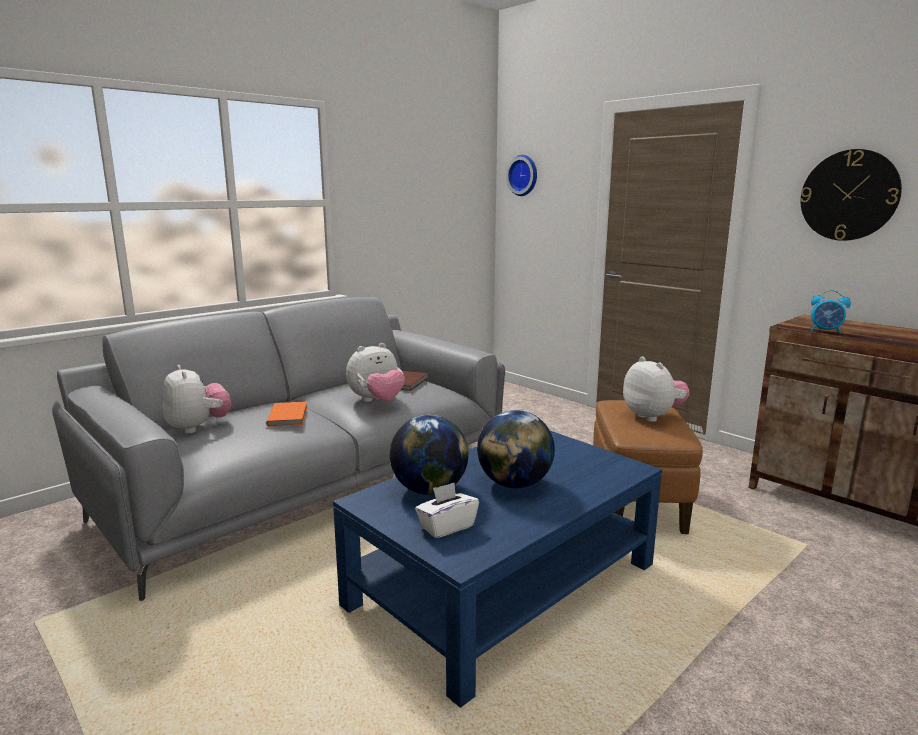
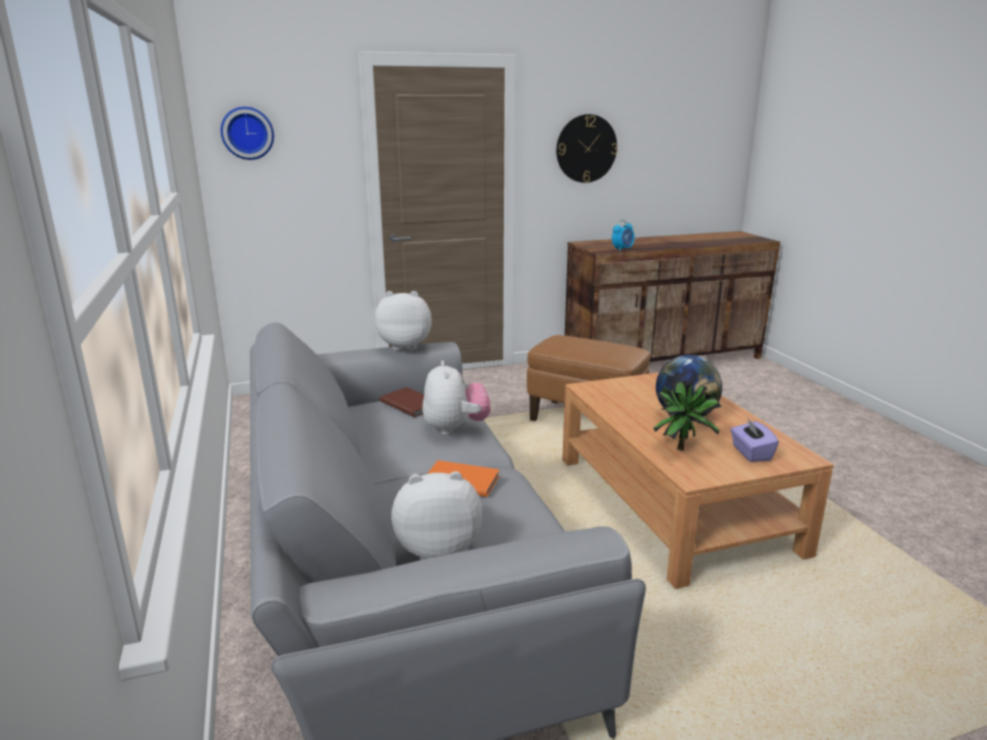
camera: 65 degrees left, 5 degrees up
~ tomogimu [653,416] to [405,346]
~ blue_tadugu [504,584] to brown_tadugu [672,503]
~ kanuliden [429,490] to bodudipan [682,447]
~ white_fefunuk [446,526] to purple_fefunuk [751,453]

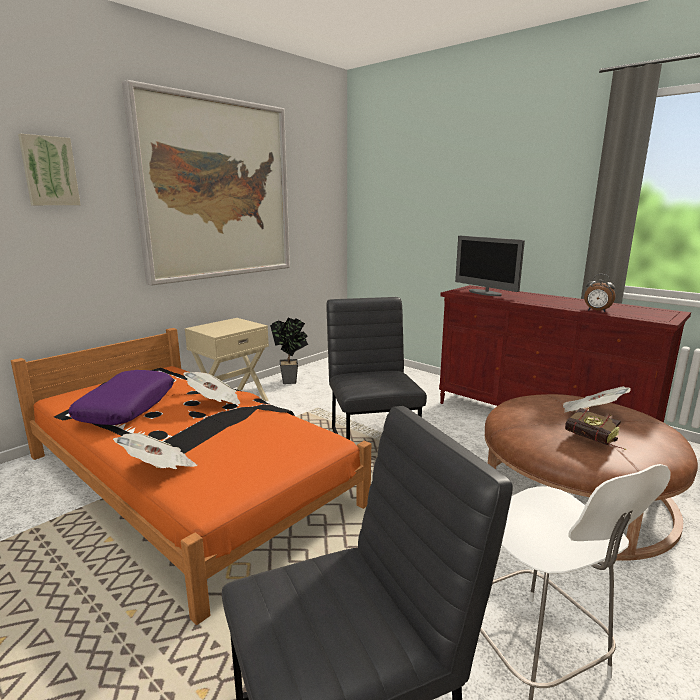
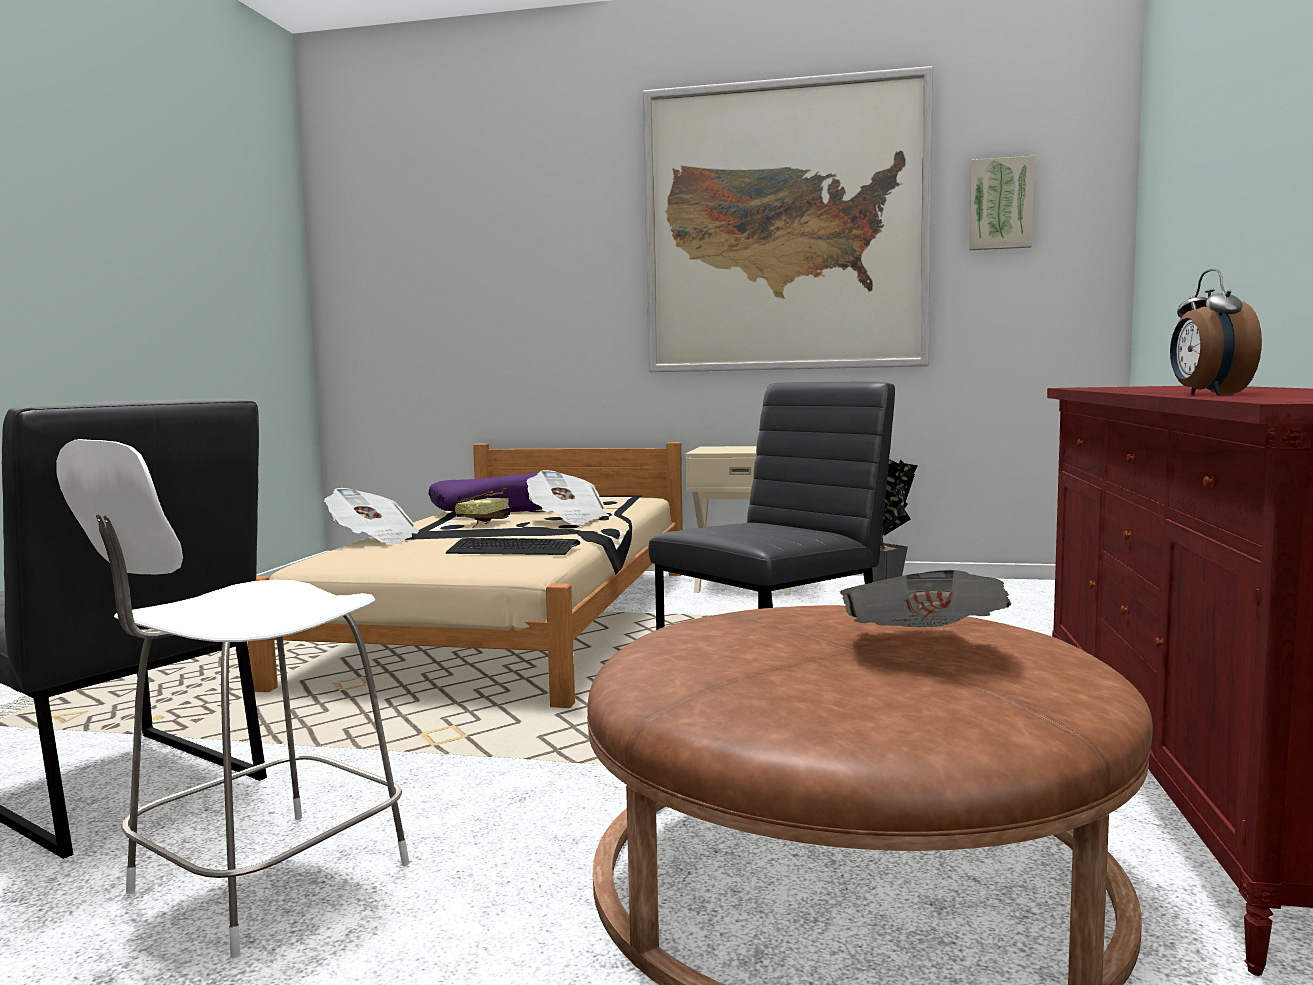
camera: 60 degrees right, 10 degrees down
~ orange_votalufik [186,478] to beige_votalufik [514,620]
+ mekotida [513,550]
~ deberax [595,442] to [480,523]
~ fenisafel [49,171] to [1000,204]
- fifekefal [485,293]

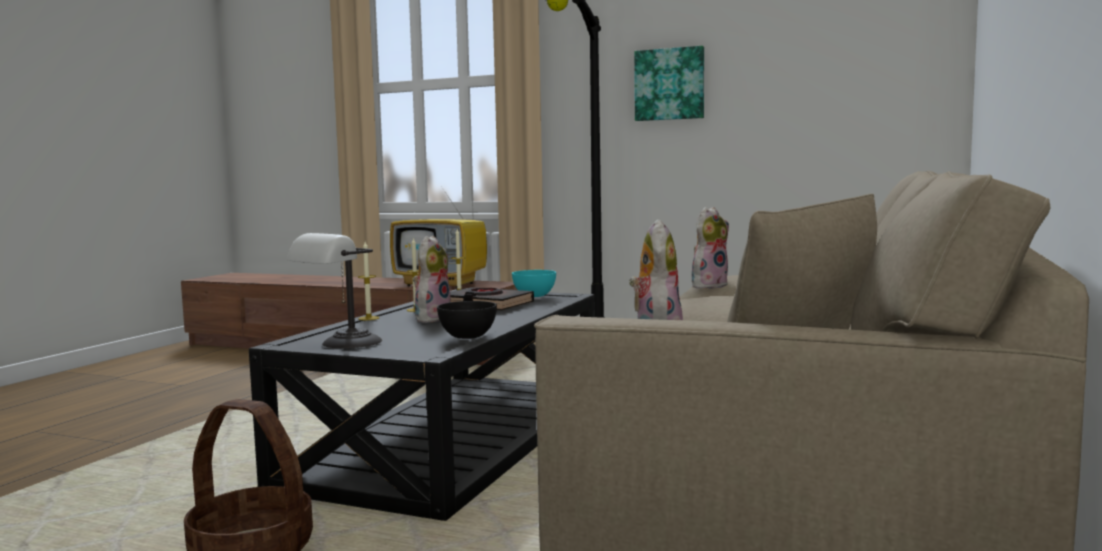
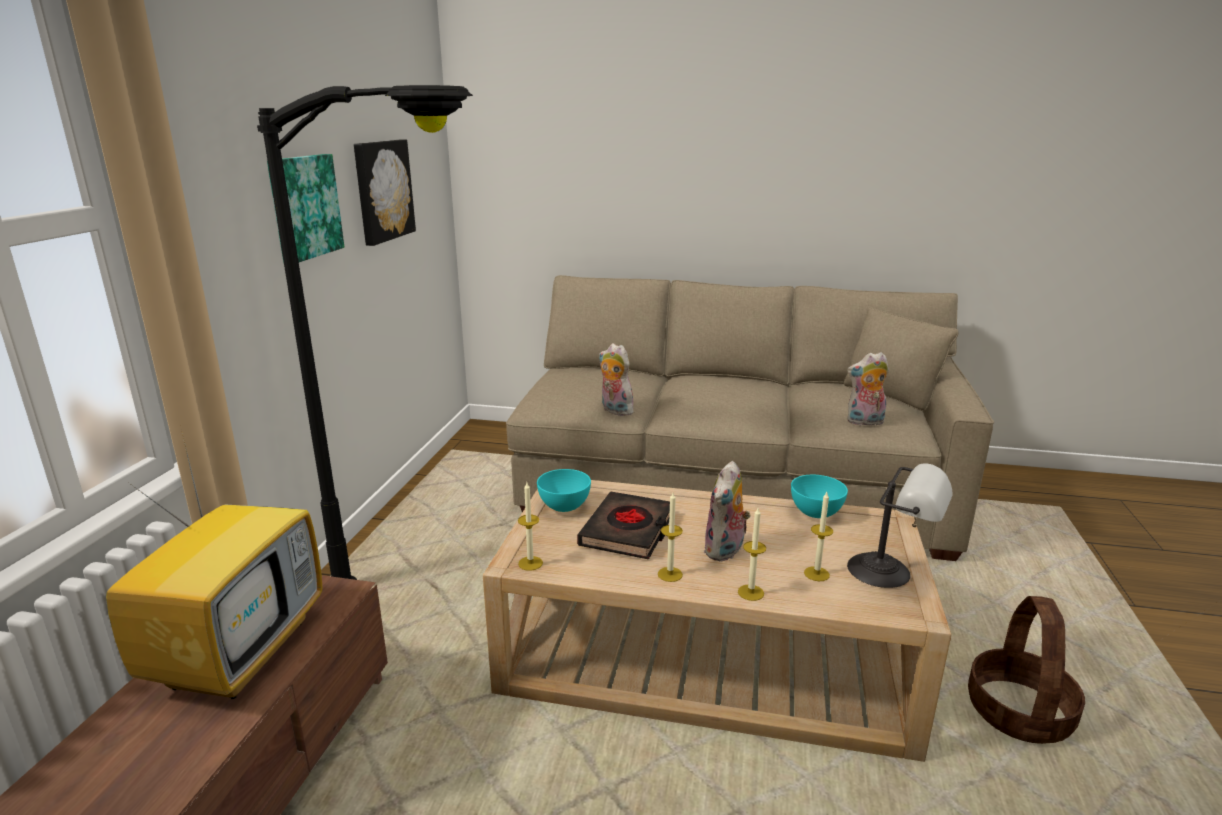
camera: 100 degrees left, 15 degrees up
+ fenisafel [382,190]
~ black_tadugu [456,439] to beige_tadugu [706,653]
~ tomogimu [432,319] = [725,551] 75 degrees counterclockwise
~ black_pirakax [468,336] to turquoise_pirakax [815,512]
+ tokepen [816,574]

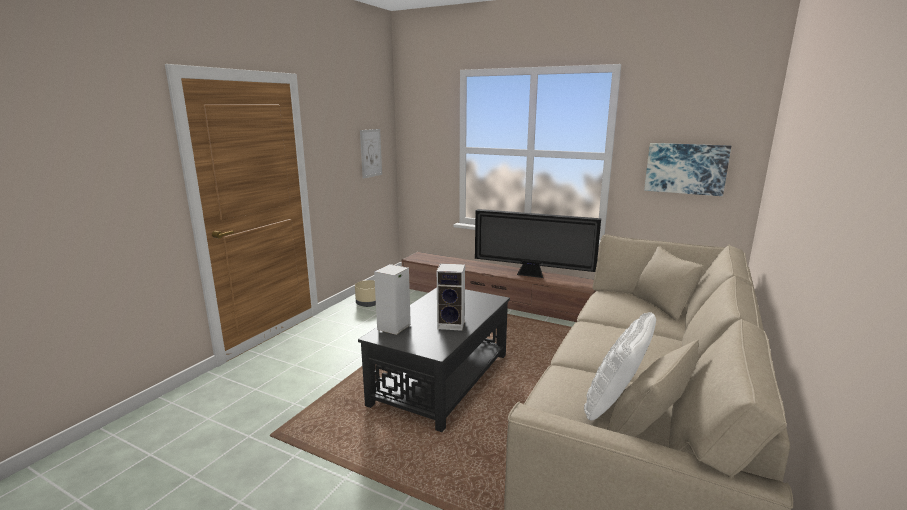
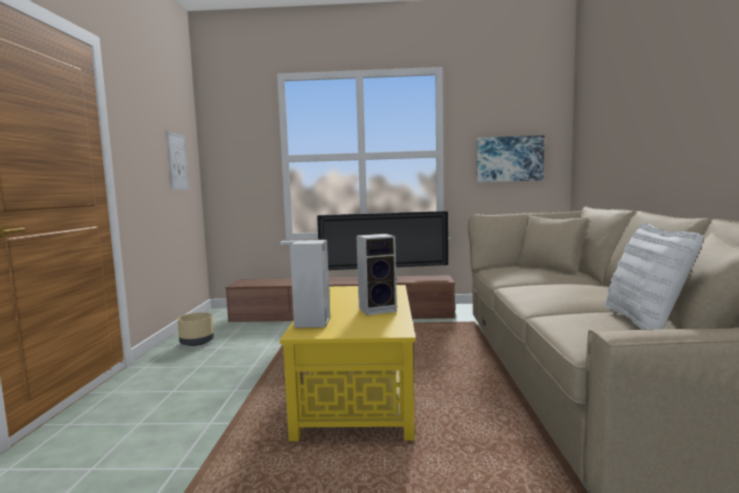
camera: 25 degrees left, 10 degrees down
~ black_tadugu [441,379] to yellow_tadugu [357,391]

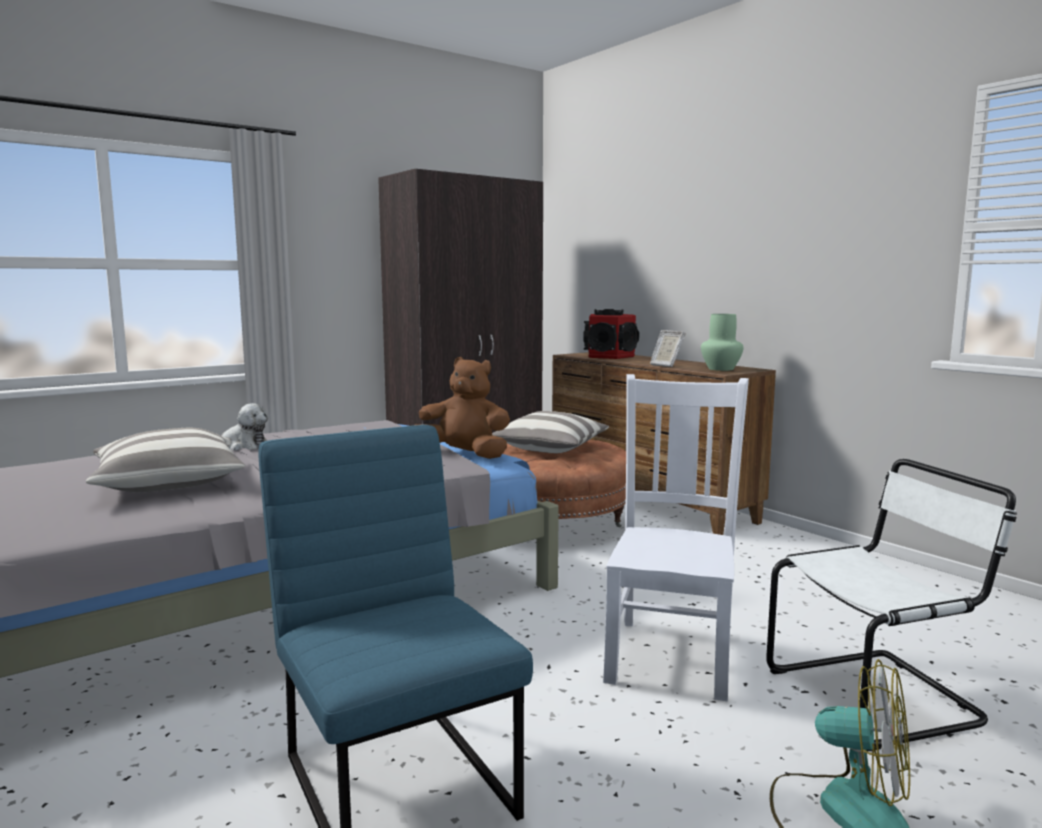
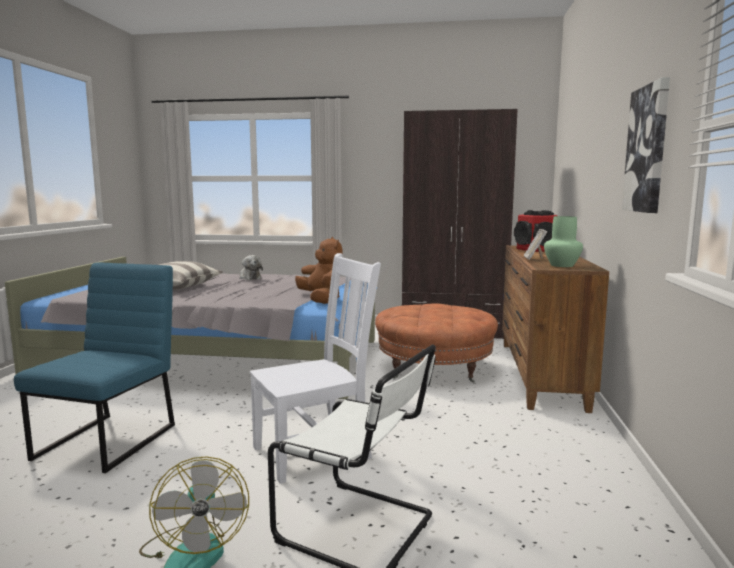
camera: 45 degrees right, 0 degrees up
+ fenisafel [648,149]
- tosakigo [550,448]

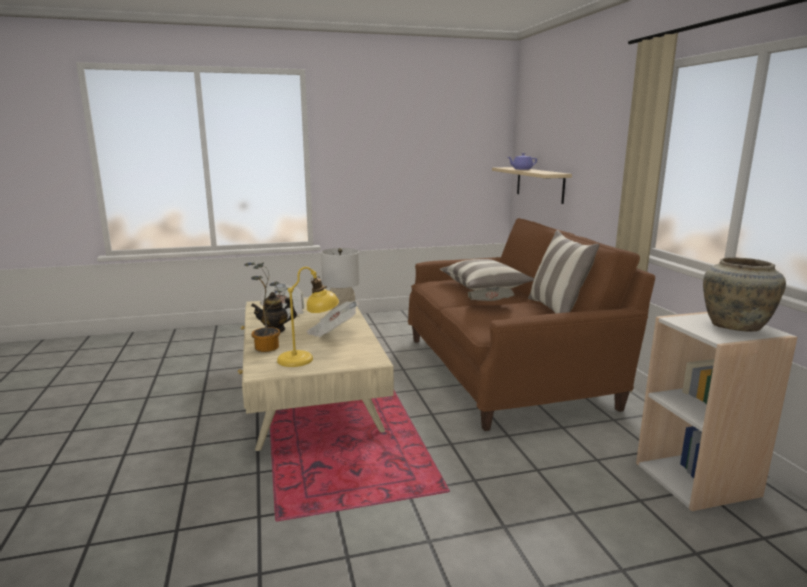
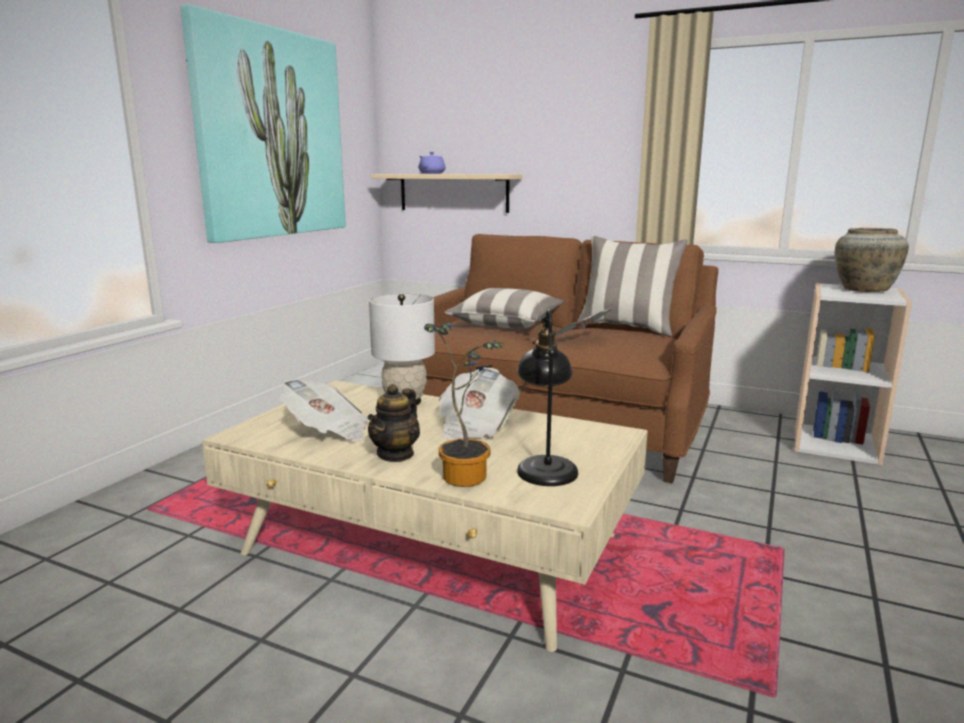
camera: 50 degrees left, 0 degrees up
+ fenisafel [271,134]
~ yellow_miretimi [308,355] to black_miretimi [544,460]

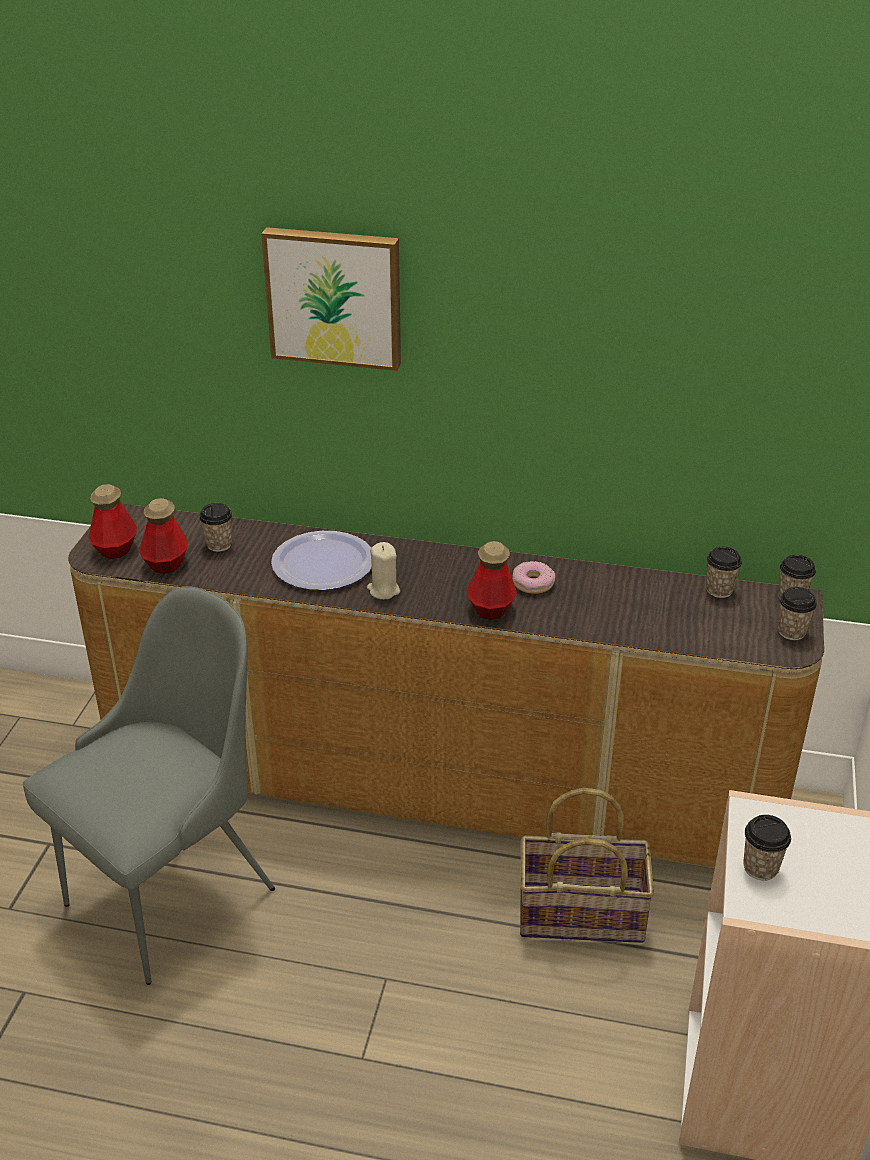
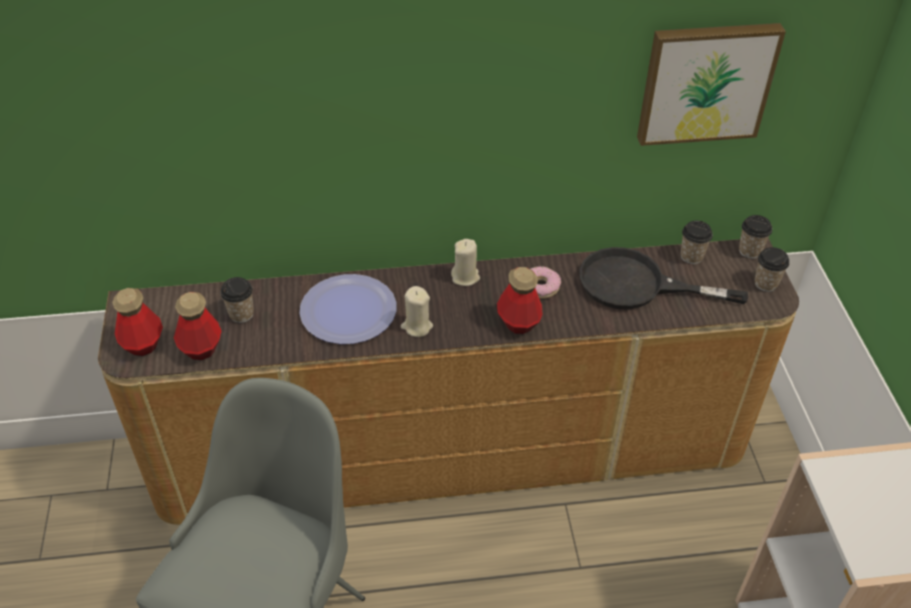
camera: 20 degrees left, 10 degrees up
+ beige_tokepen [465,277]
+ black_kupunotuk [637,285]
~ fenisafel [335,296] to [705,82]
- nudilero [581,912]
- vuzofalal [760,867]

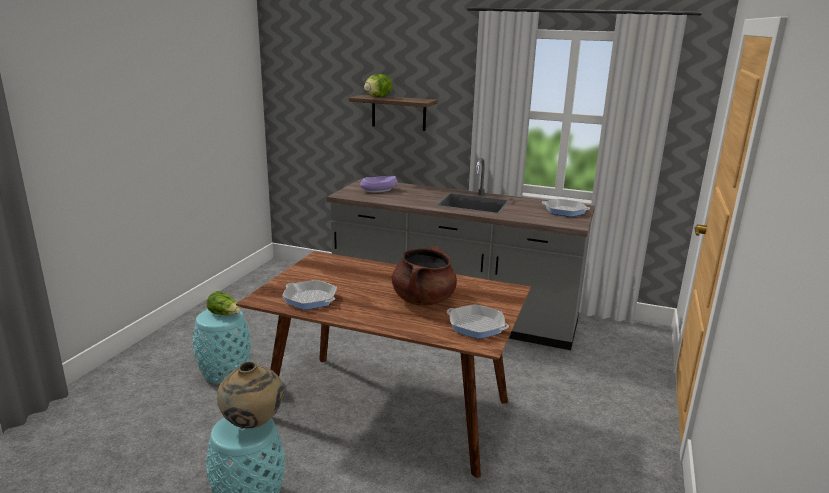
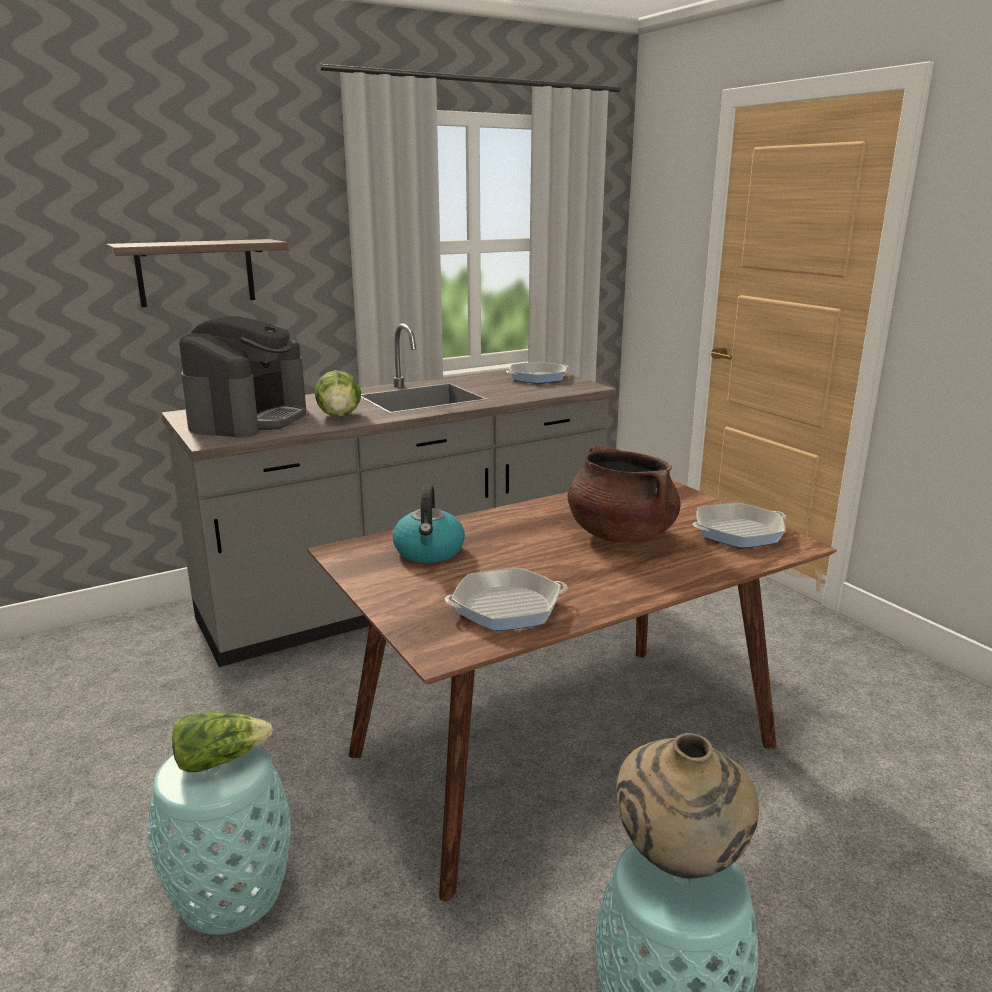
camera: 50 degrees left, 0 degrees up
~ purple_pirakax [379,190] to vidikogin [249,419]
~ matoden [377,97] to [339,416]
+ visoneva [429,552]

